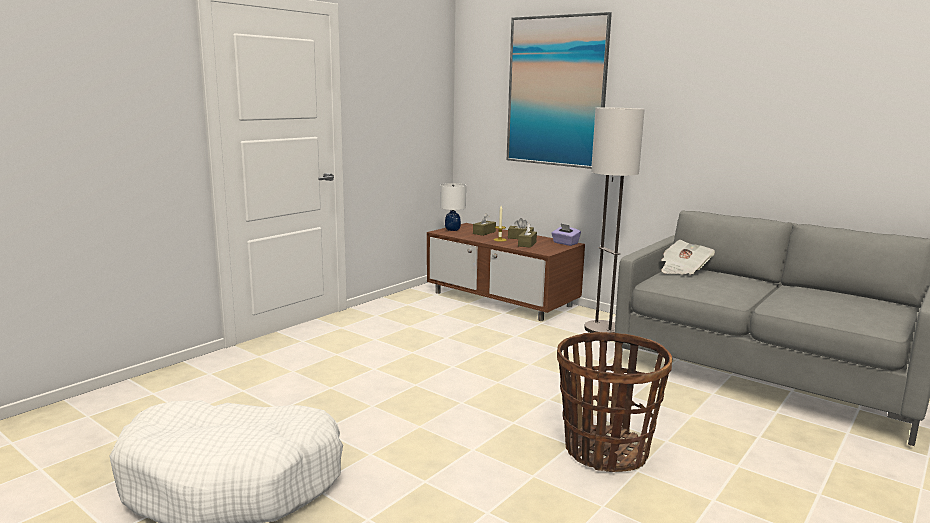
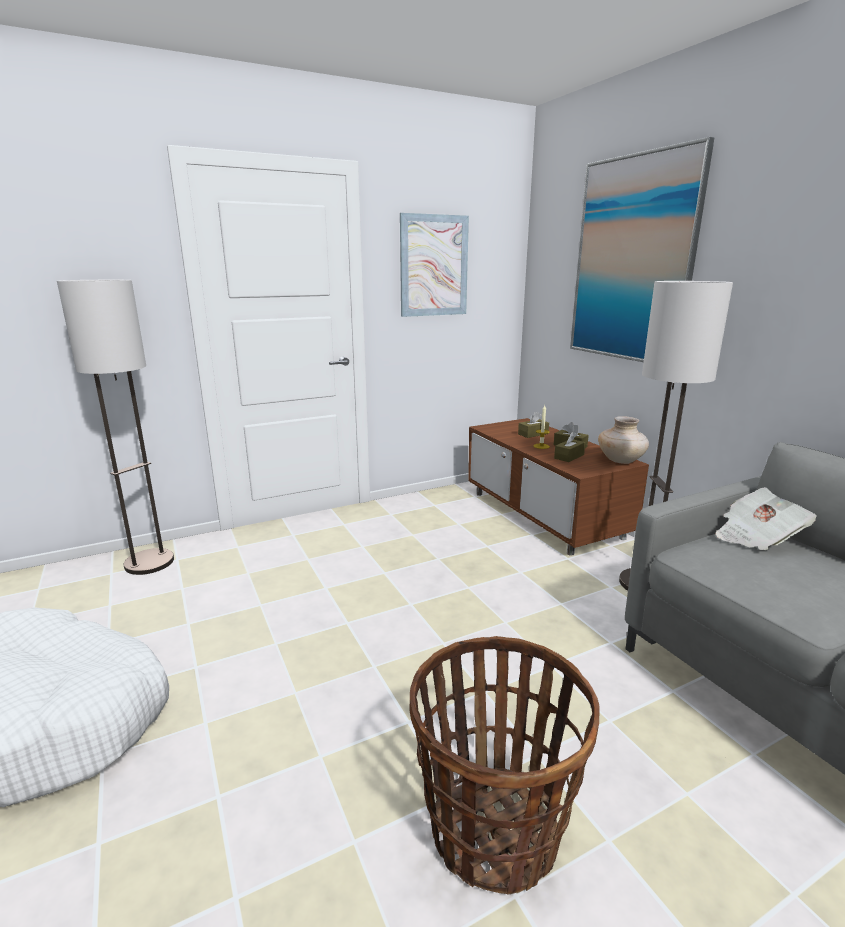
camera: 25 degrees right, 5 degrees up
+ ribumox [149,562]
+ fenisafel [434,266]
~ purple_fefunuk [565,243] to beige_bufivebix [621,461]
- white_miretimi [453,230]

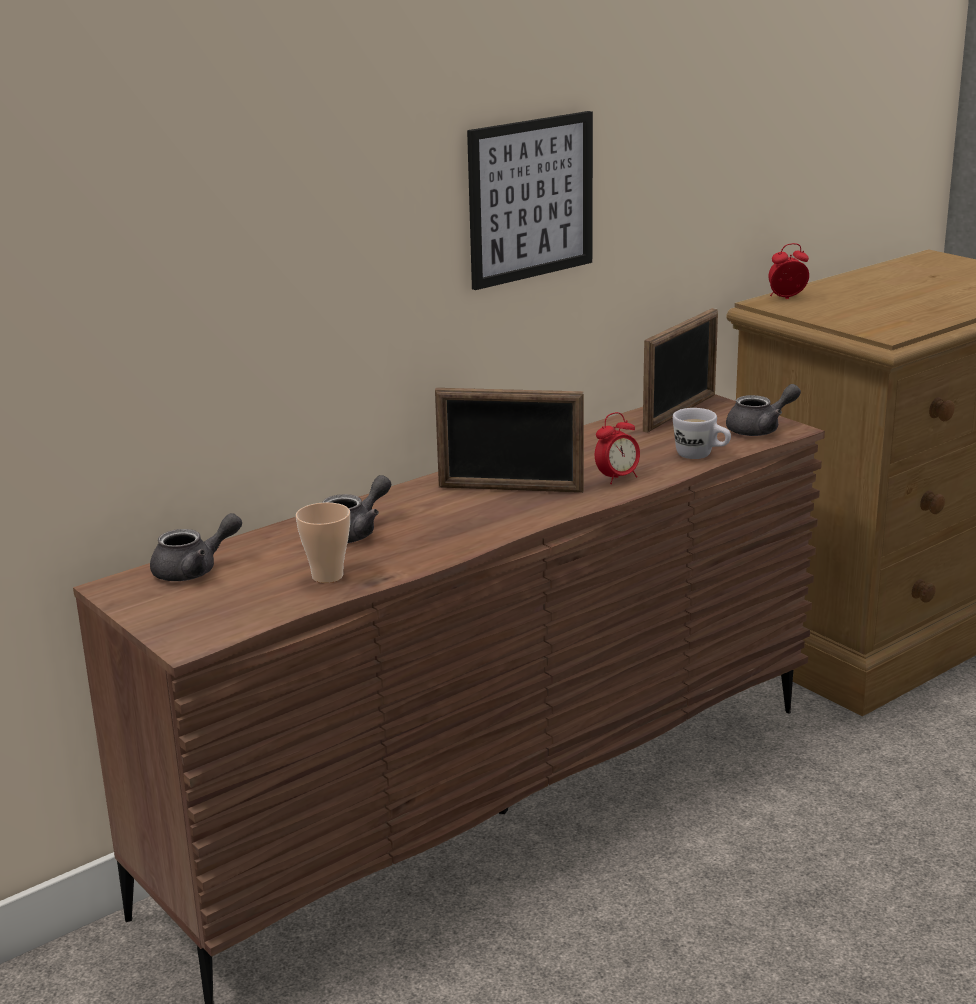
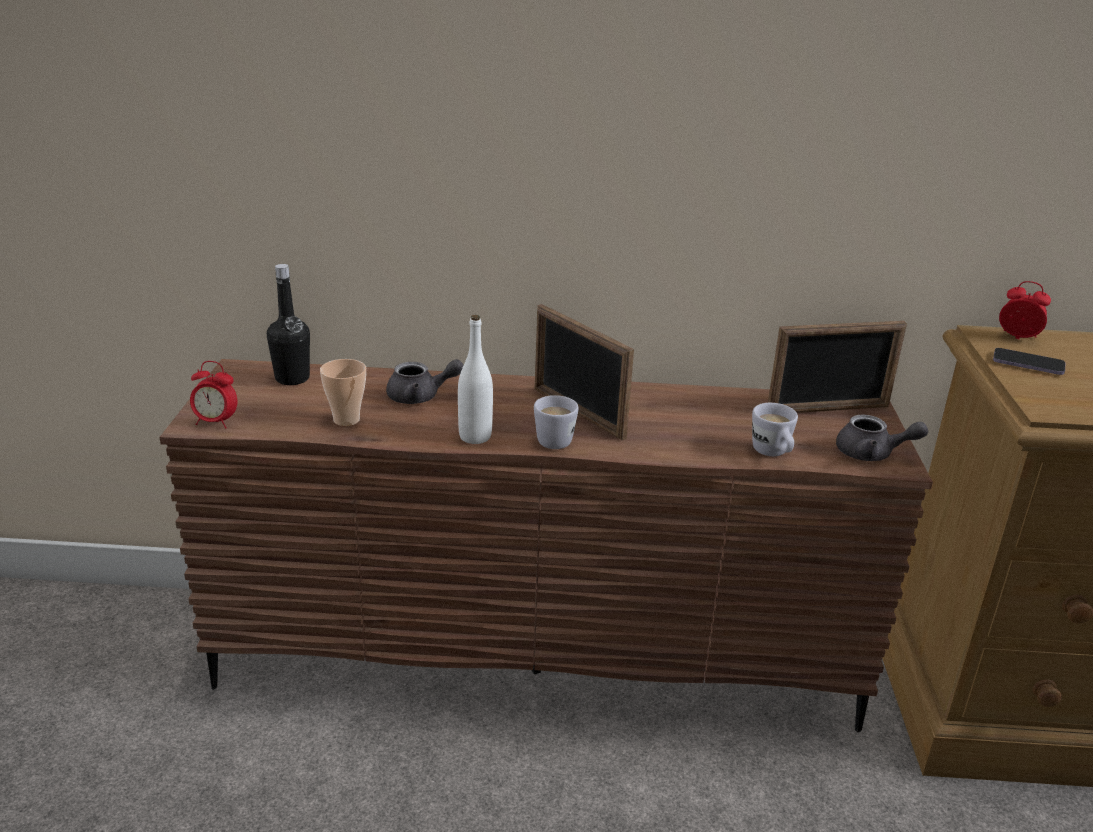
camera: 40 degrees right, 5 degrees up
~ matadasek [617,478] to [215,422]
~ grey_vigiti [194,570] to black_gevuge [292,378]
+ white_gevuge [475,437]
+ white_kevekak [550,438]
+ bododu [1028,364]
- fenisafel [530,199]

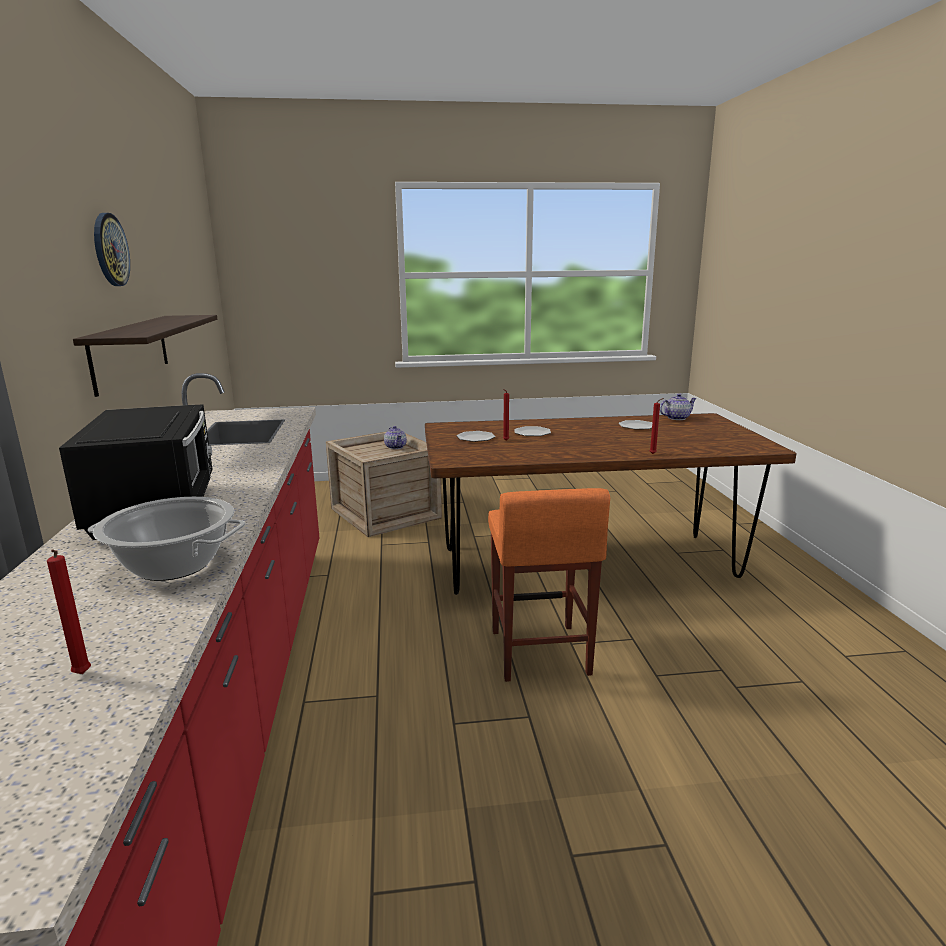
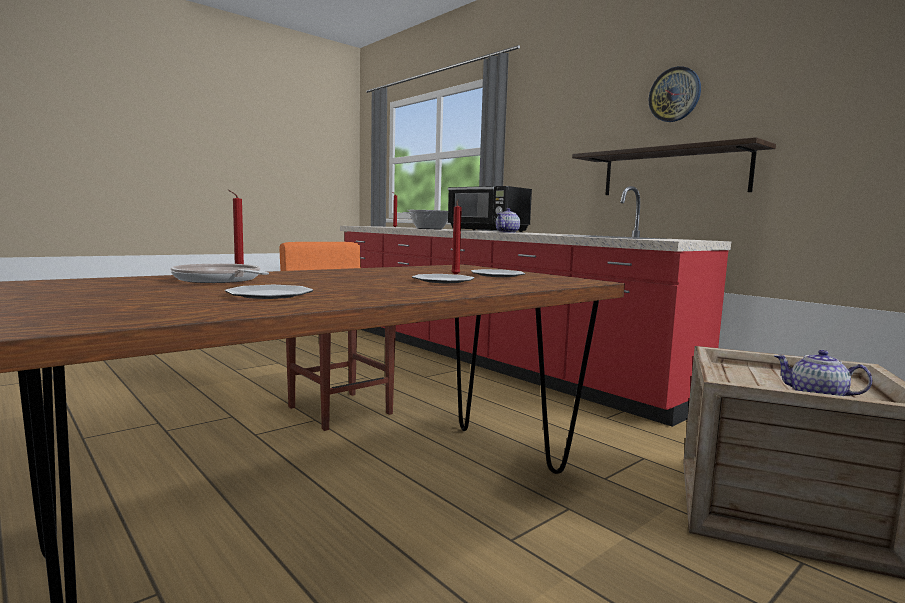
camera: 145 degrees right, 10 degrees down
+ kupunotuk [220,280]
~ vigiti [676,418] to [507,232]

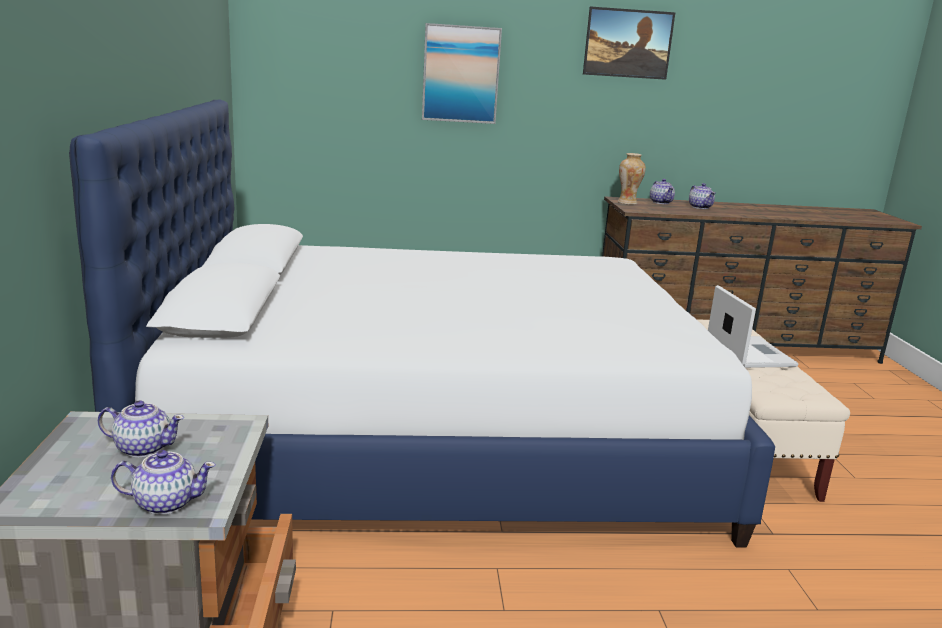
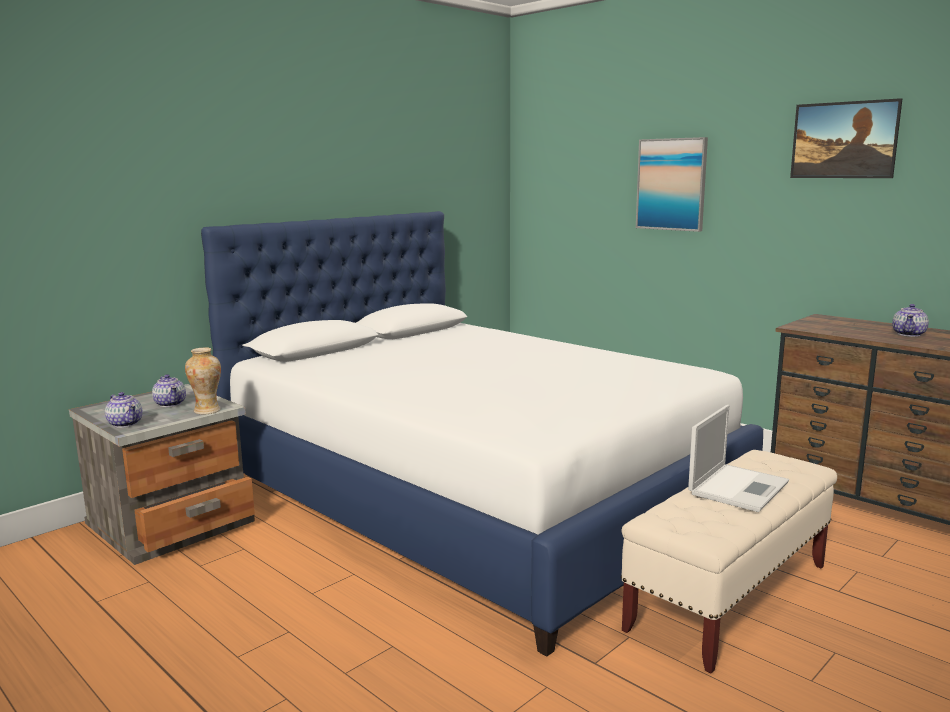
camera: 50 degrees right, 5 degrees down
~ bufivebix [627,203] to [207,411]
- vigiti [661,202]

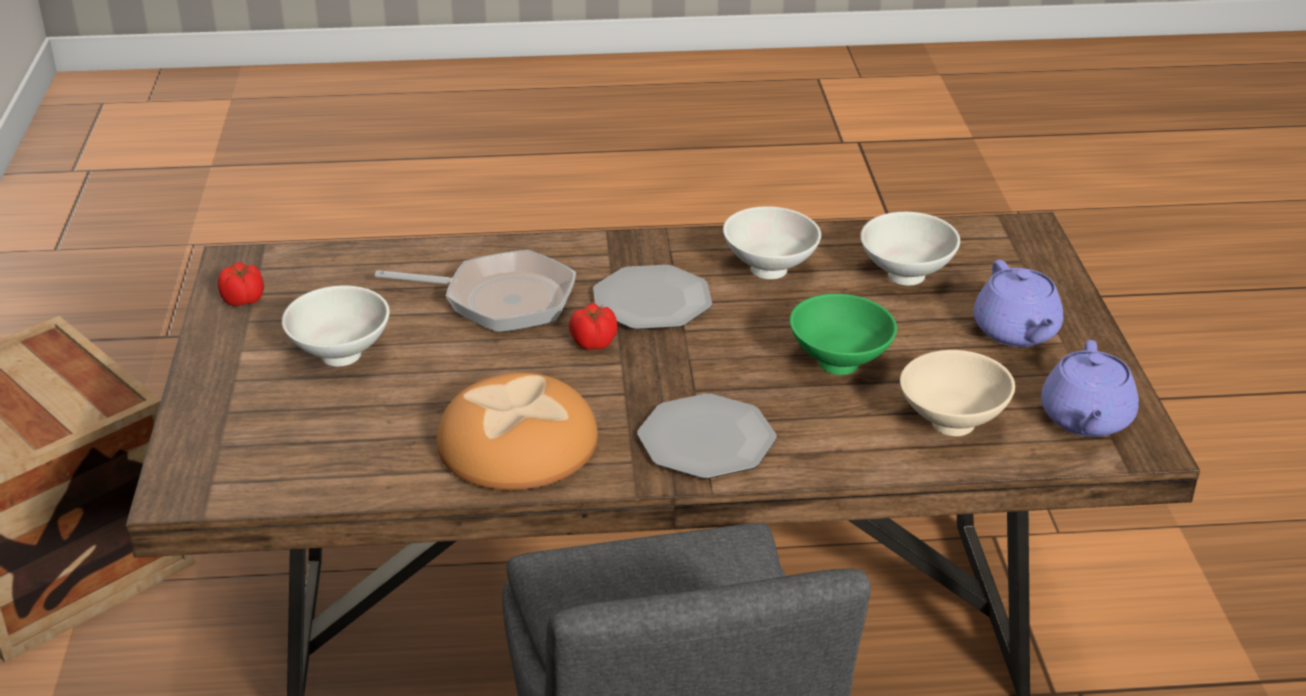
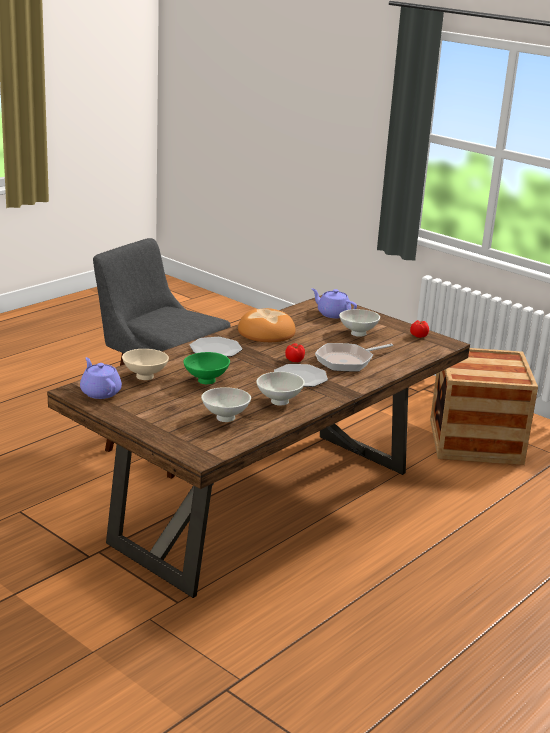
camera: 135 degrees right, 10 degrees down
~ purple_vigiti [1016,332] to [332,314]

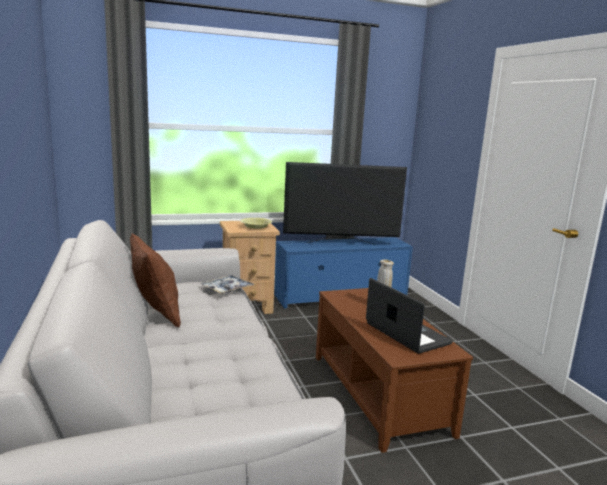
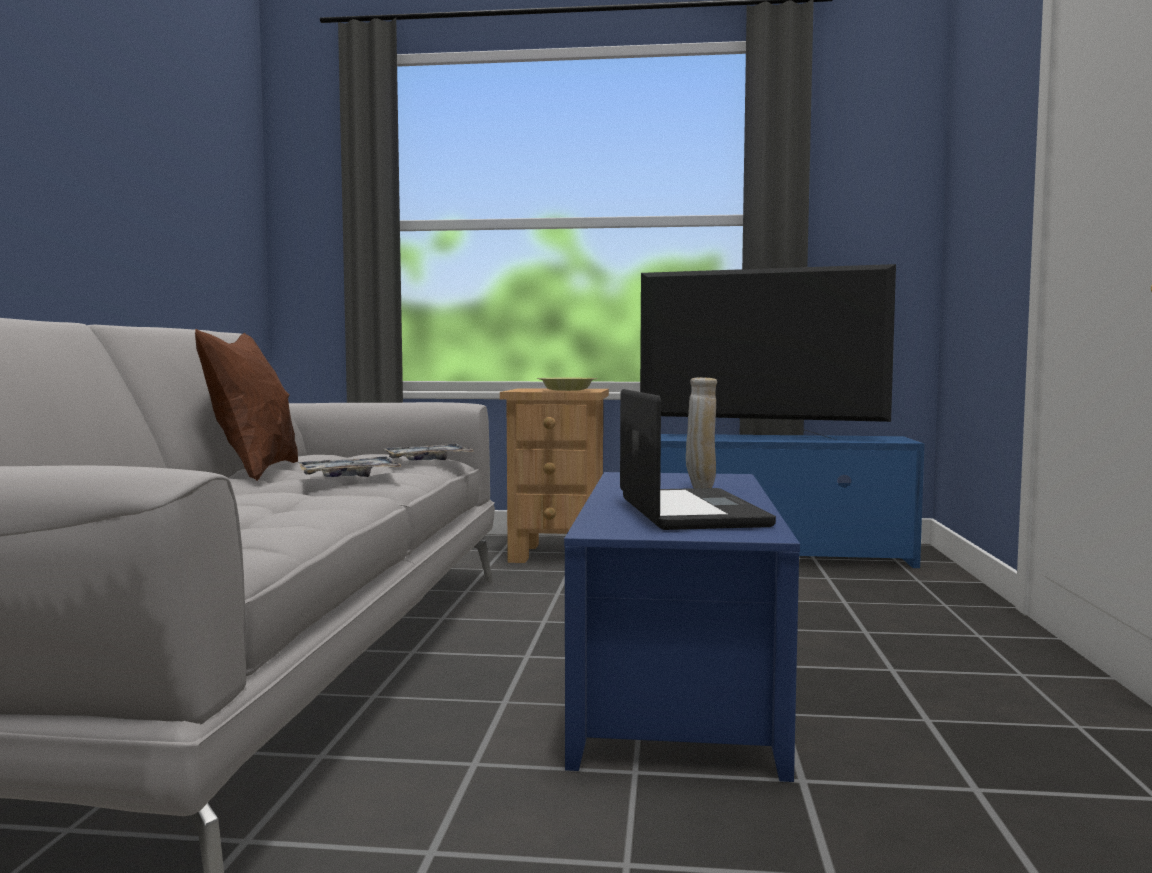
camera: 25 degrees right, 10 degrees down
+ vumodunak [349,477]
~ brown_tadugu [378,393] to blue_tadugu [676,684]

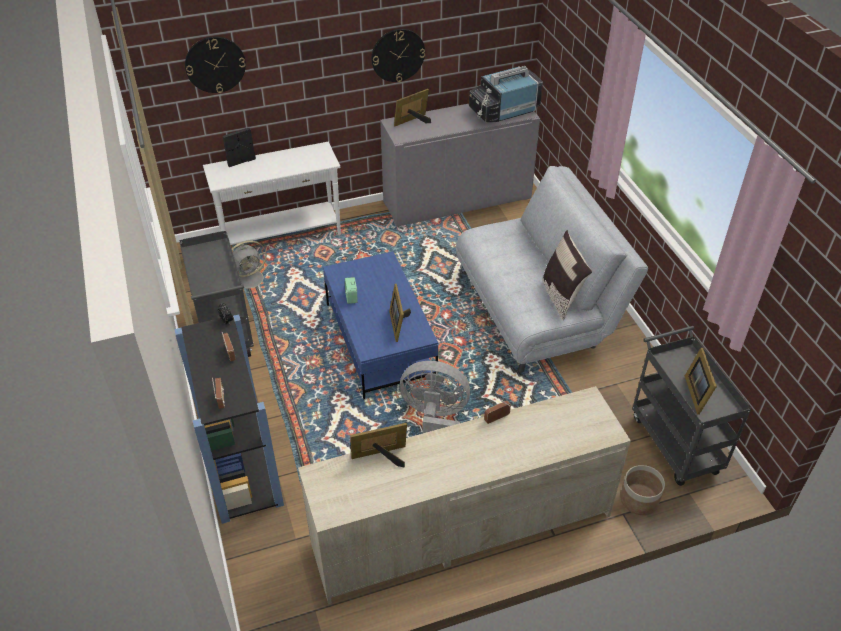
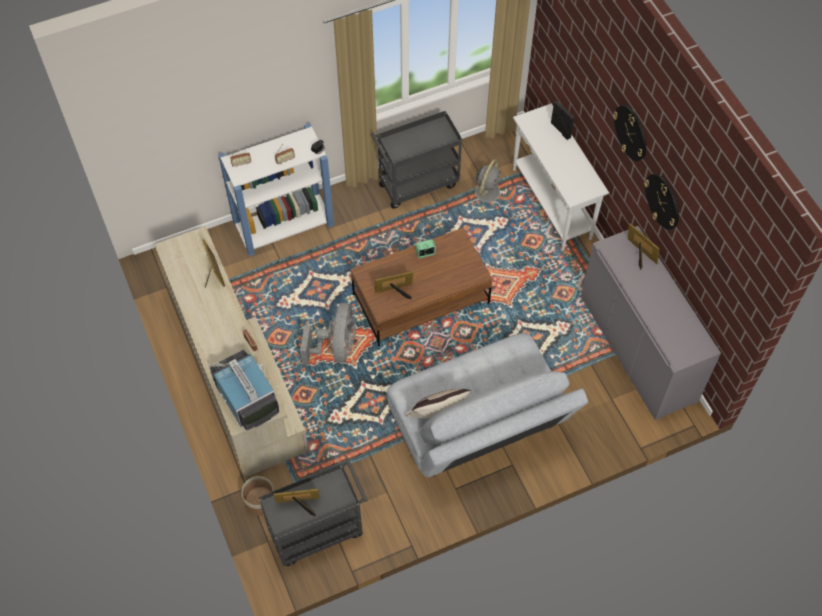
camera: 85 degrees right, 15 degrees up
~ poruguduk [503,111] to [246,396]
~ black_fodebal [241,464] to white_fodebal [284,223]
~ blue_tadugu [380,341] to brown_tadugu [421,299]
~ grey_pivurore [251,279] = [488,191] 120 degrees counterclockwise
~ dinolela [215,64] to [631,132]

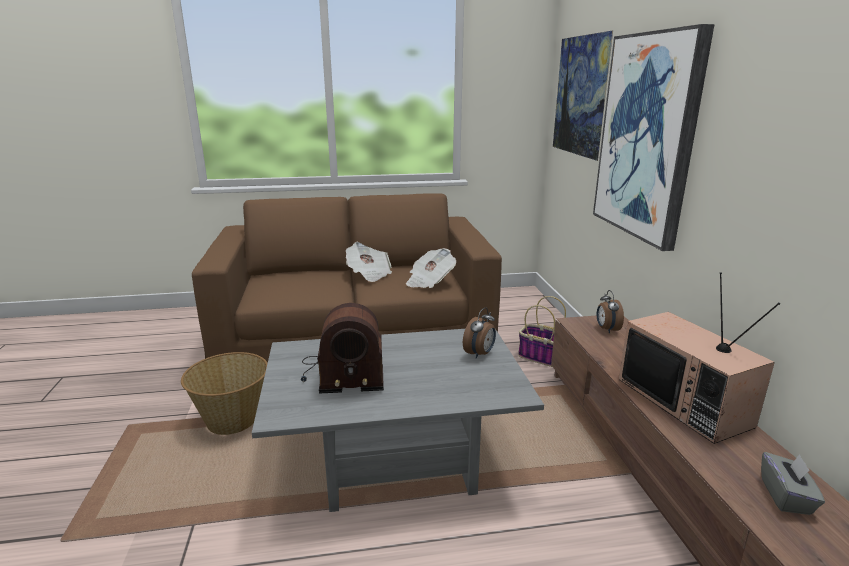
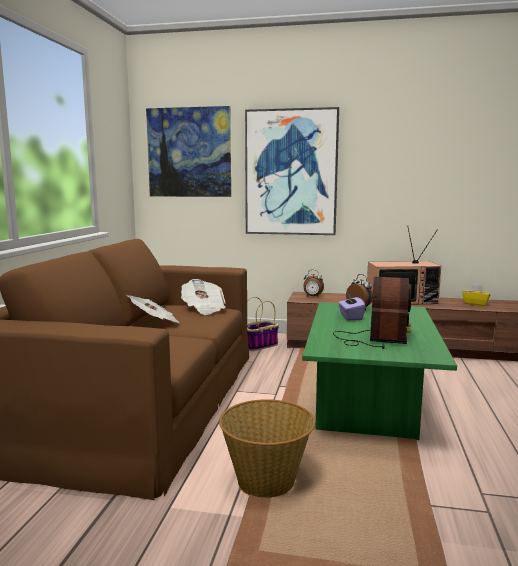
camera: 70 degrees left, 10 degrees down
~ grey_tadugu [396,464] to green_tadugu [369,410]
+ purple_fefunuk [350,317]
~ grey_fefunuk [786,497] to yellow_fefunuk [475,303]

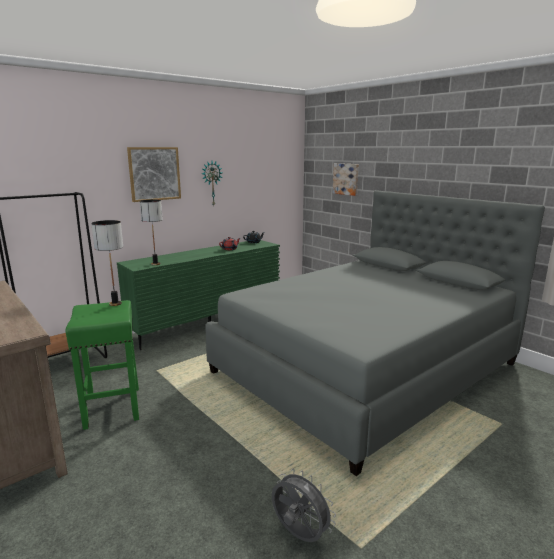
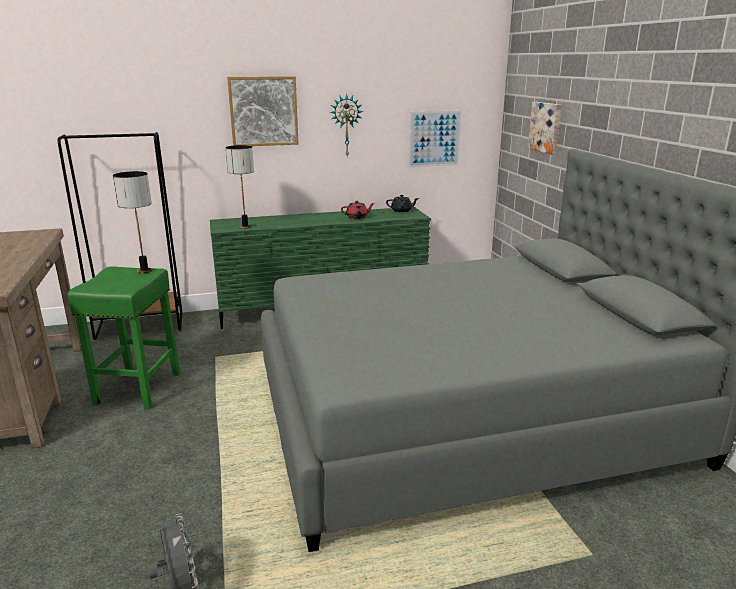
camera: 25 degrees right, 5 degrees up
+ fenisafel [434,139]

